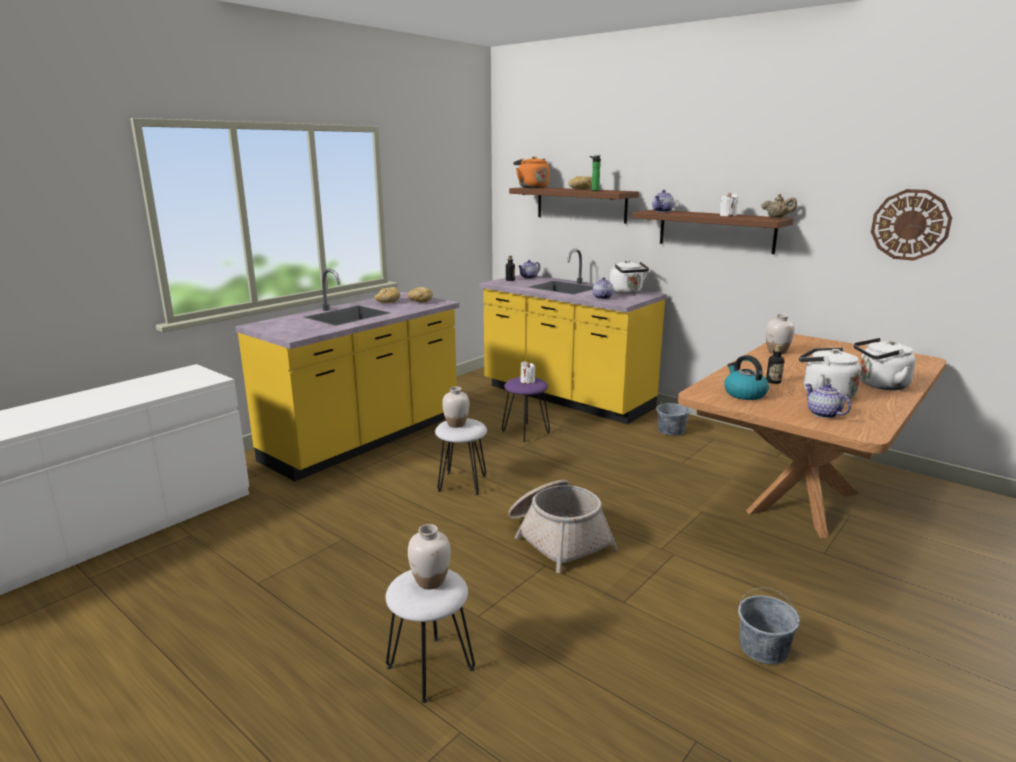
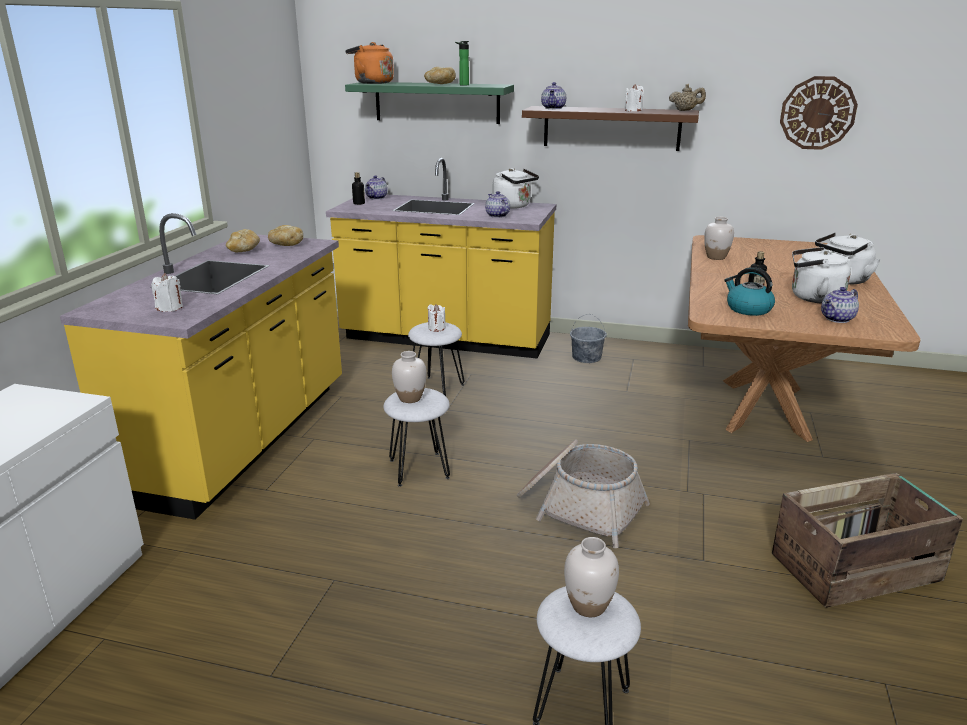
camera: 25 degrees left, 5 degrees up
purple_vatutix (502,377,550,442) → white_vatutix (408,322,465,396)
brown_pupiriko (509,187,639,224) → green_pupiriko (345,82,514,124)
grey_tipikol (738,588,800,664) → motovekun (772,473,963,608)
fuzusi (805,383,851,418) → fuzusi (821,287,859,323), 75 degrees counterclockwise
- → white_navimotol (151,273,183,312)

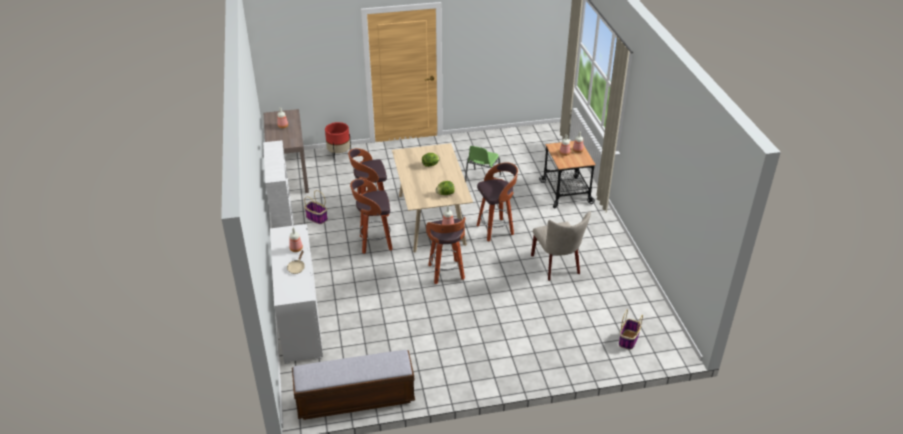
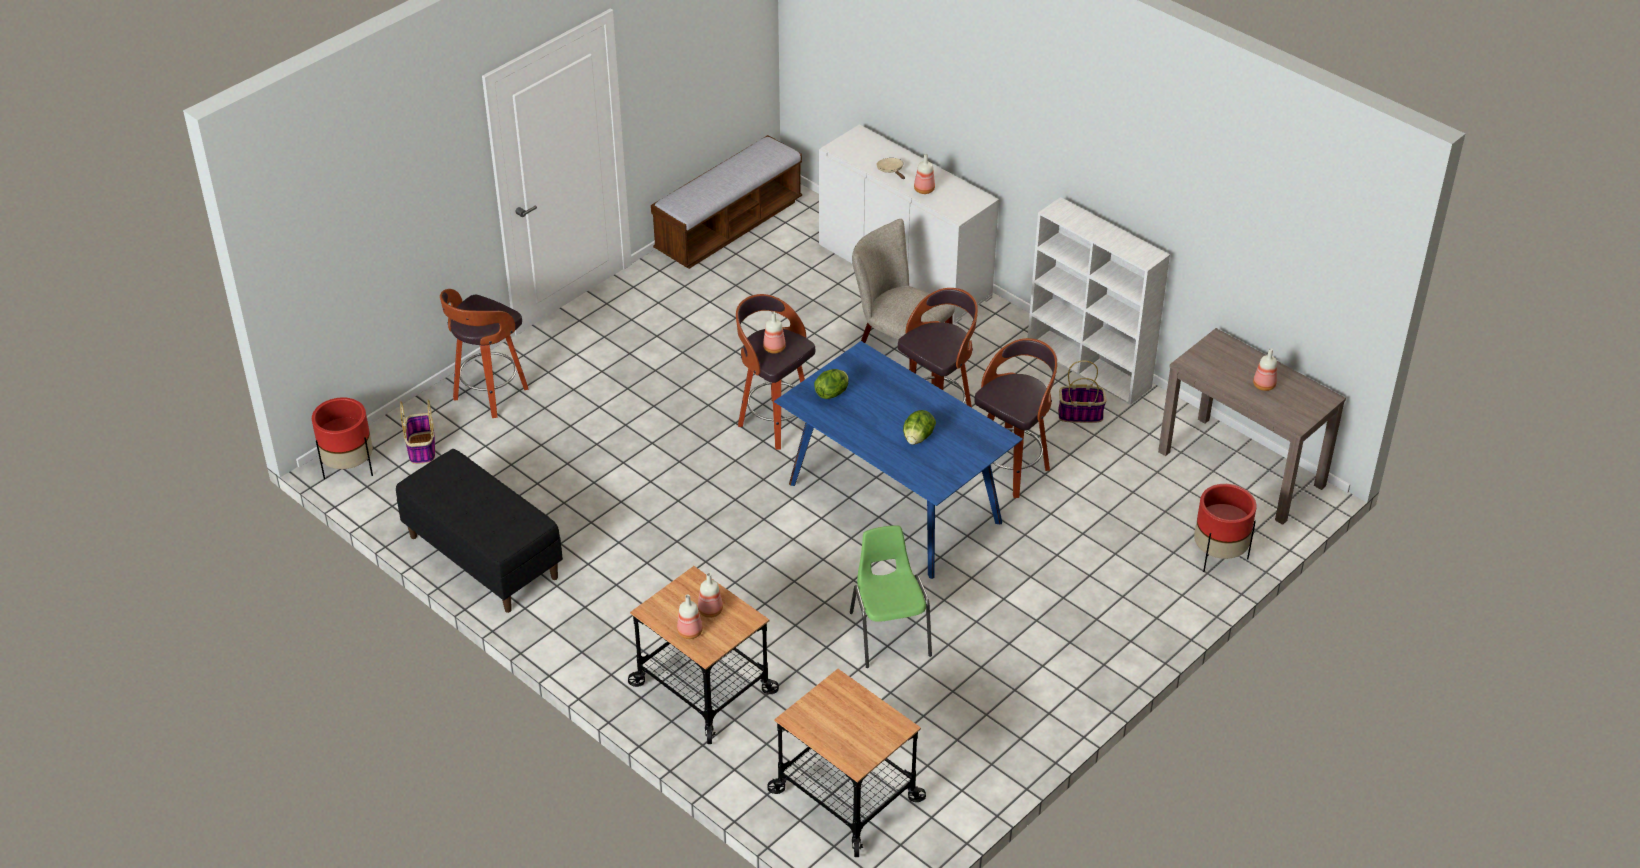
camera: 145 degrees right, 5 degrees up
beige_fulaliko (392,143,473,252) → blue_fulaliko (774,341,1023,579)
vatutix (477,162,518,242) → vatutix (440,289,529,418), moved
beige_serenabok (531,212,591,281) → beige_serenabok (852,219,955,374), moved
- → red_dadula (312,397,373,479)
- → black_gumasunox (396,449,563,613)
- → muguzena (768,669,926,857)

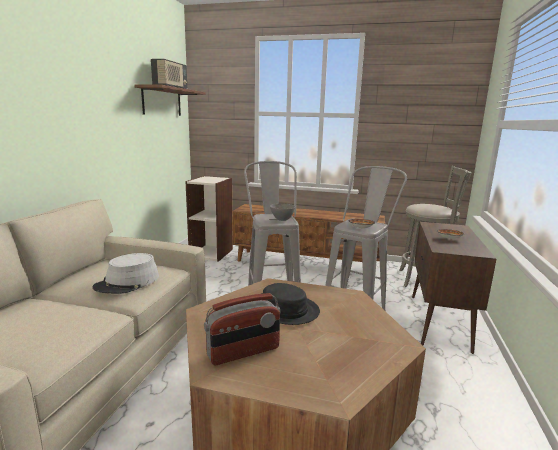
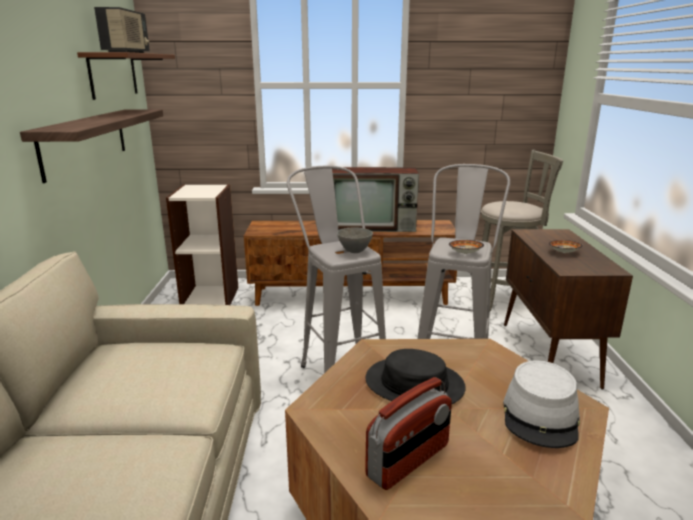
camera: 15 degrees left, 5 degrees up
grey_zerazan (92,253,159,294) → grey_zerazan (503,361,580,448), moved
- → pupiriko (20,110,163,183)
- → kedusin (332,167,419,232)

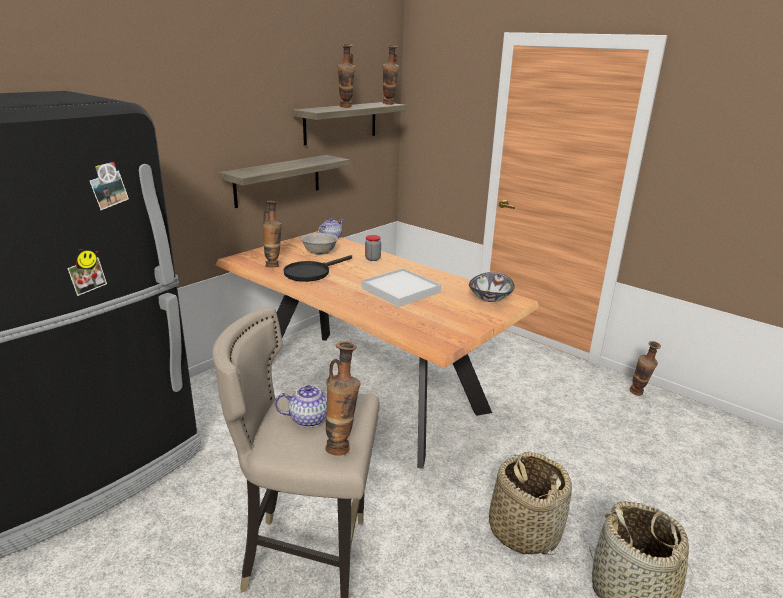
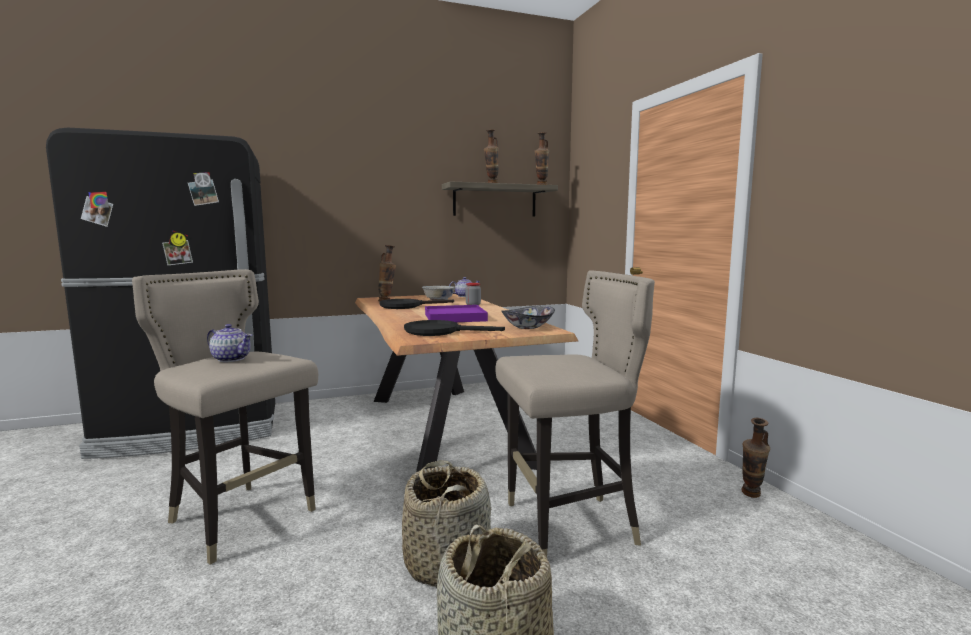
camera: 30 degrees right, 15 degrees down
pupiriko (219,155,350,208) → -
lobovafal (325,342,361,456) → -
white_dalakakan (361,268,441,307) → purple_dalakakan (425,305,488,322)
- → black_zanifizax (404,320,505,336)
- → beige_vatutix (495,270,655,557)

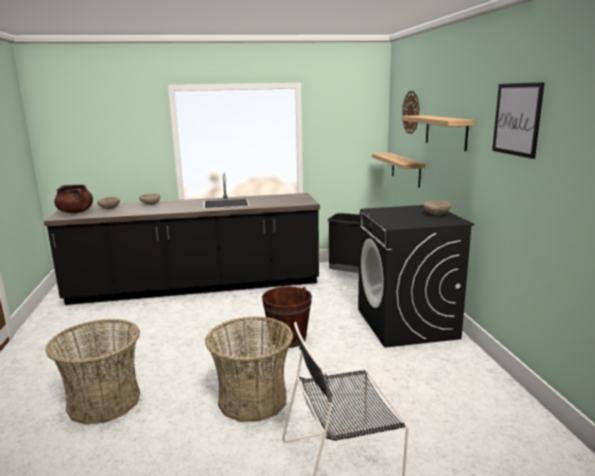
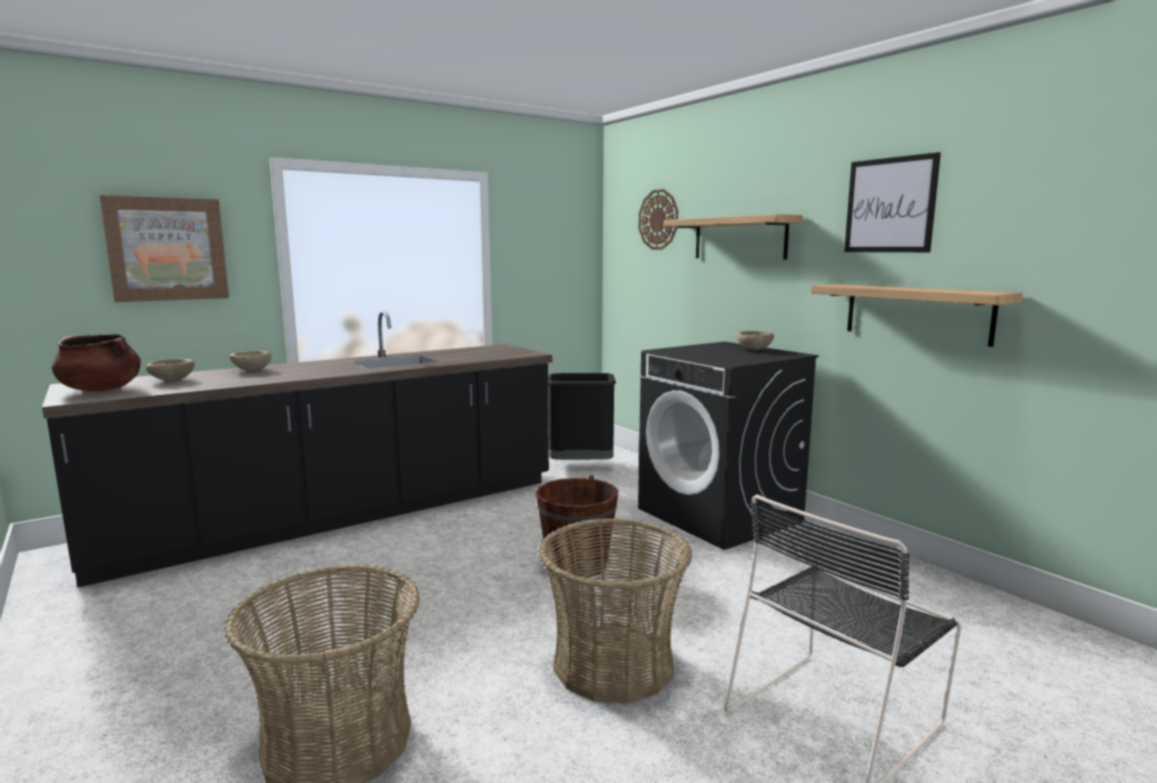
camera: 25 degrees left, 5 degrees down
pupiriko (372,153,425,187) → pupiriko (811,284,1023,347), moved
- → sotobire (100,195,229,302)

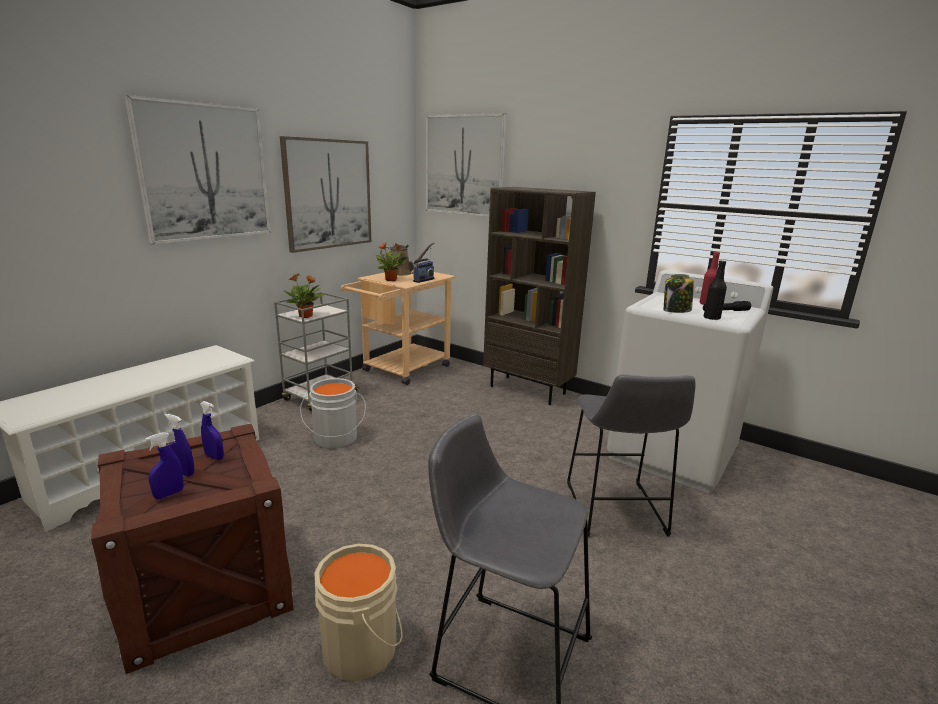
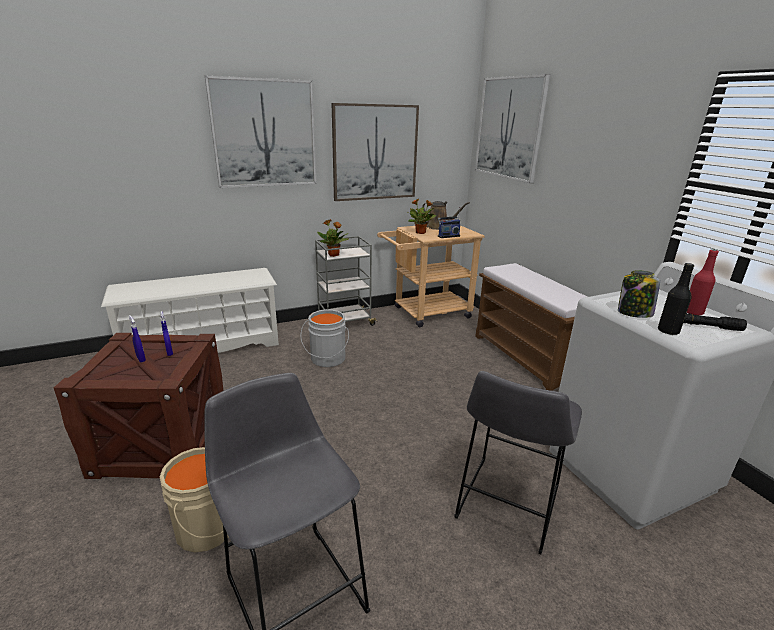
camera: 30 degrees right, 5 degrees up
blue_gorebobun (145,432,184,499) → -
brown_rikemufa (483,187,596,405) → brown_gumasunox (475,263,587,391)

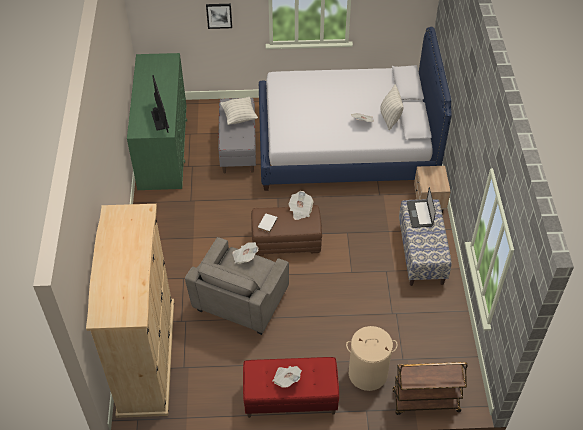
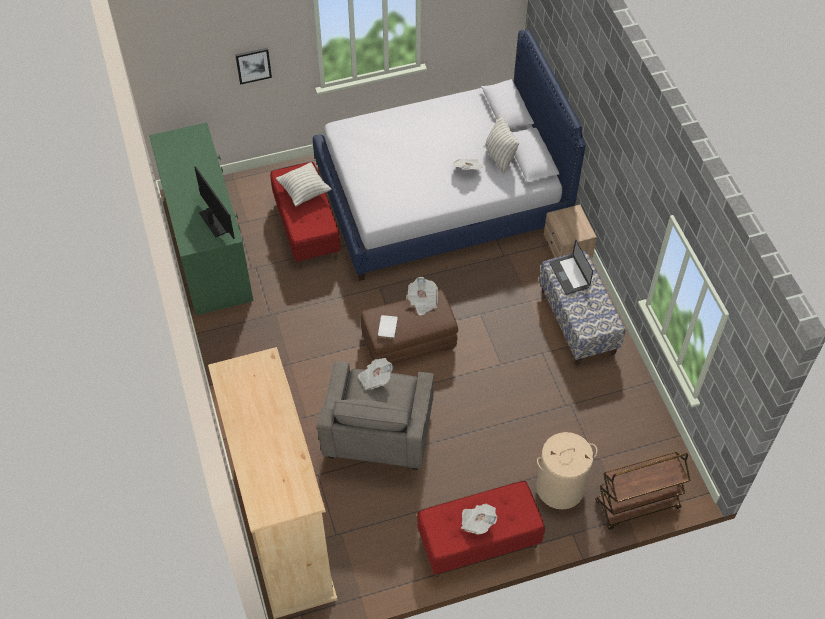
camera: 15 degrees left, 5 degrees up
grey_gumasunox (218,98,256,173) → red_gumasunox (270,162,341,268)

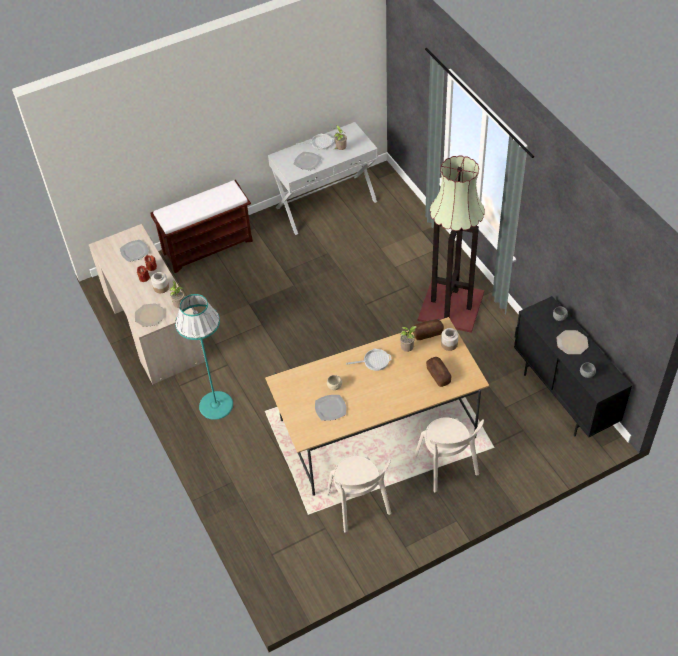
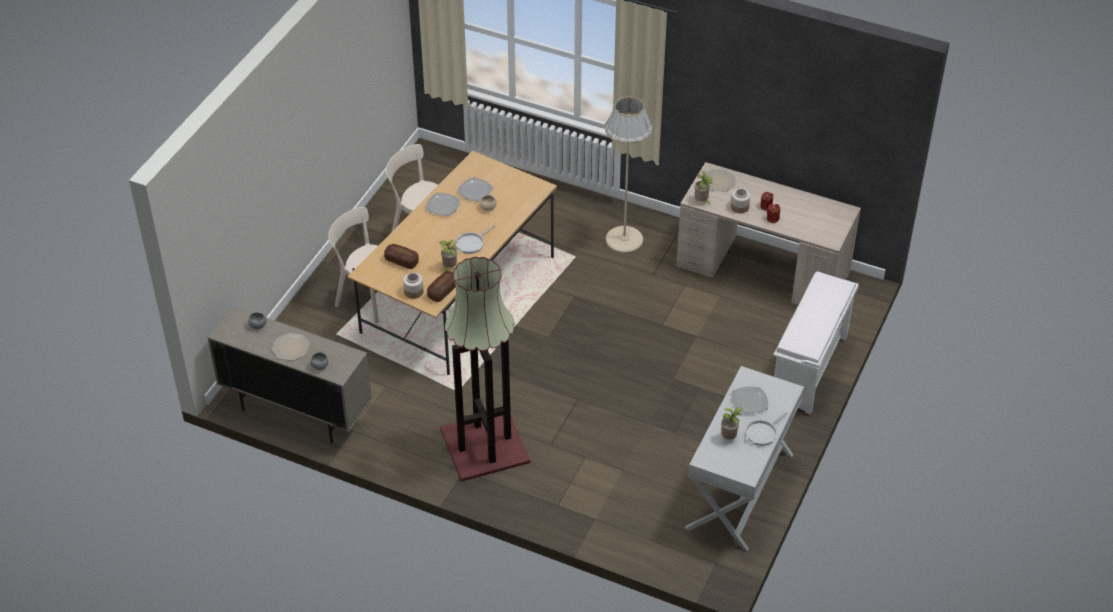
camera: 140 degrees right, 5 degrees down
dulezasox (120,240,149,262) → dulezasox (425,193,460,216), moved
brown_gumasunox (151,180,253,273) → white_gumasunox (773,271,859,415)
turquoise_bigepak (175,294,233,420) → beige_bigepak (605,97,652,252)
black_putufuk (514,296,632,437) → beige_putufuk (207,306,372,444)

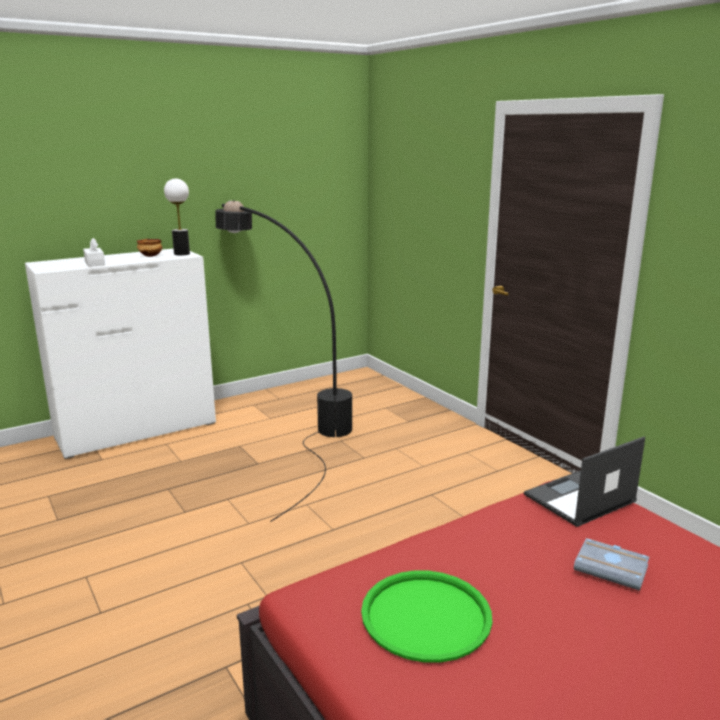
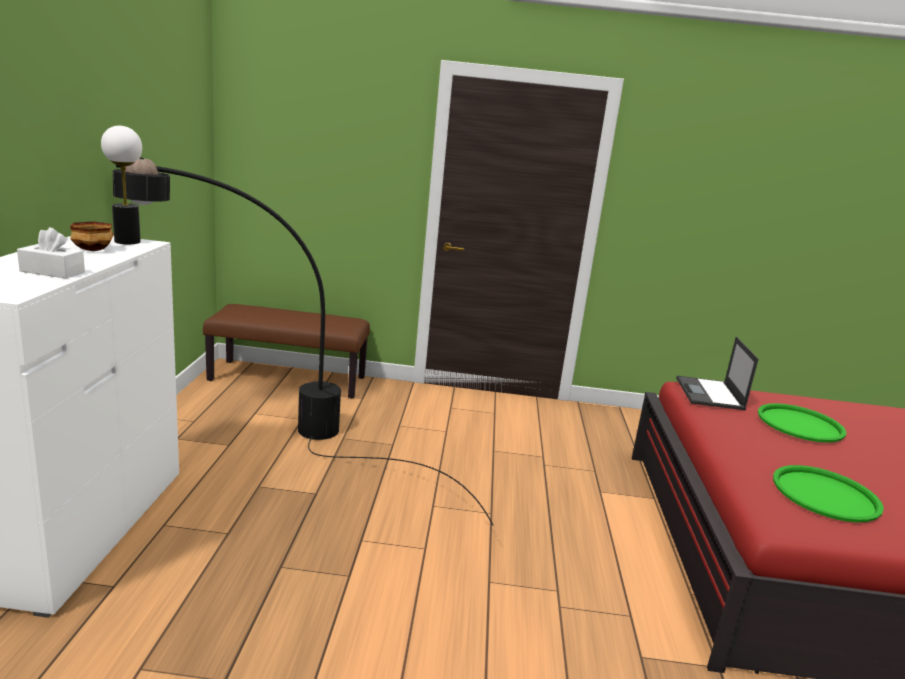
camera: 55 degrees left, 0 degrees up
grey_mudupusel (574,538,649,591) → green_dalakakan (758,403,846,443)
- → brown_gumasunox (203,304,370,398)

